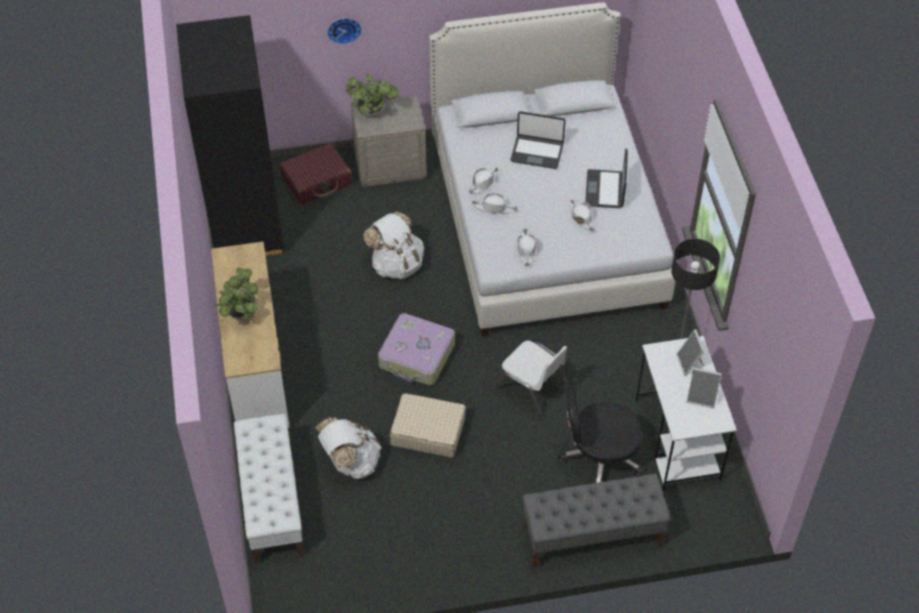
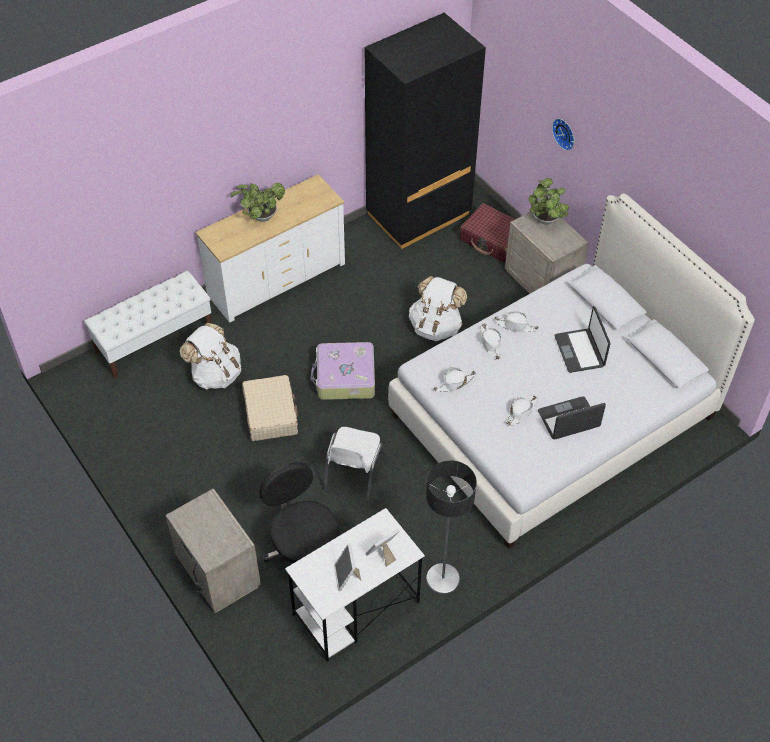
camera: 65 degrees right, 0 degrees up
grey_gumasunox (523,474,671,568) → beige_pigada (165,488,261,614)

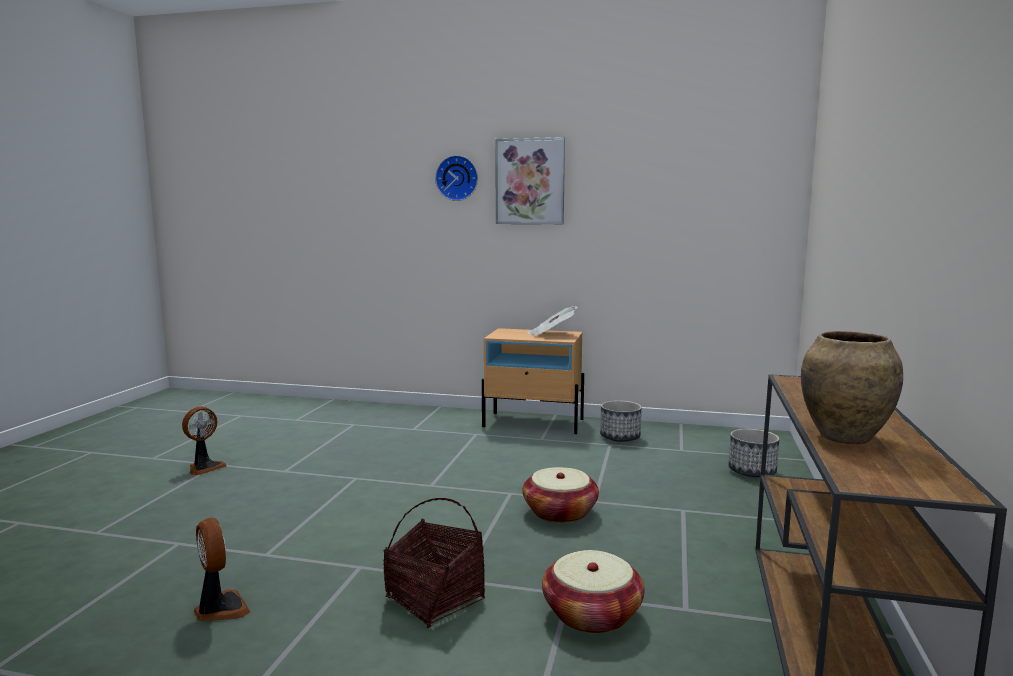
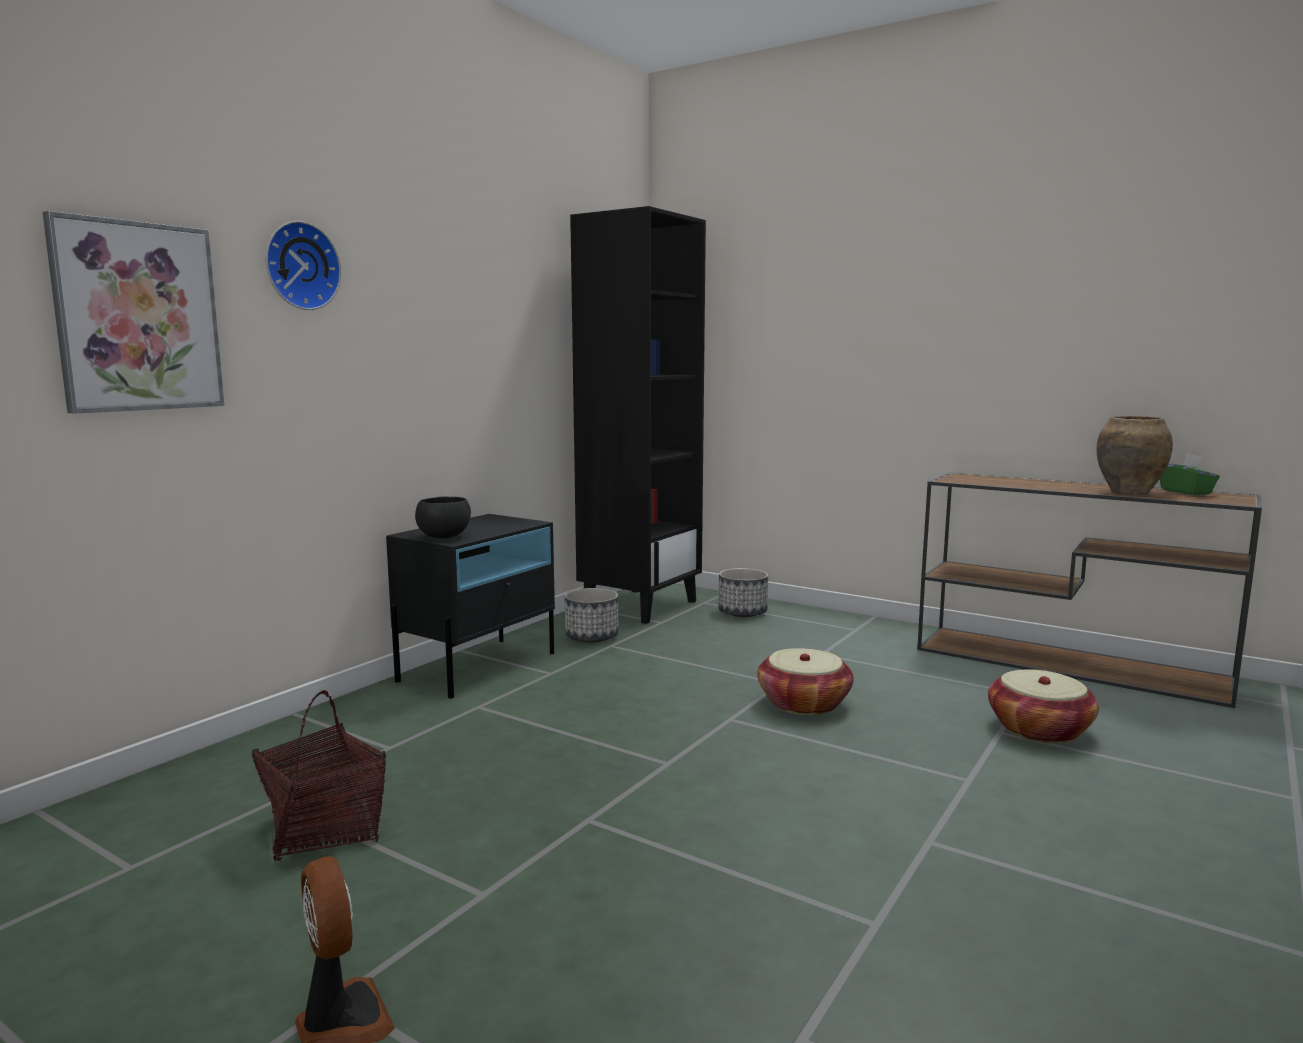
camera: 70 degrees left, 0 degrees up
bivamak (194,518,251,621) → -
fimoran (383,498,485,628) → fimoran (252,690,386,860), moved
beige_pigada (482,328,584,434) → black_pigada (386,514,555,698)
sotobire (495,137,565,224) → sotobire (43,211,224,414), moved
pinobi (527,306,578,335) → -
- → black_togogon (415,496,471,538)
- → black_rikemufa (570,206,706,624)
- → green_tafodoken (1159,454,1220,495)

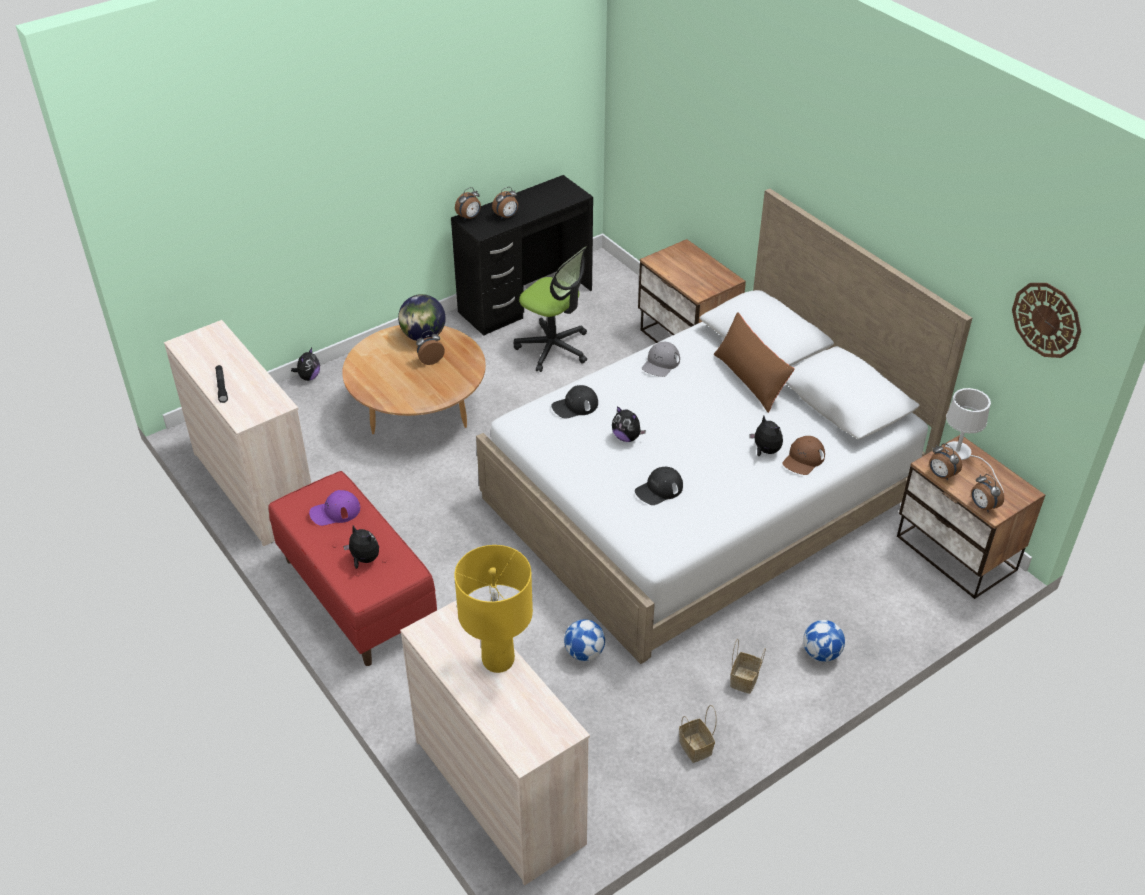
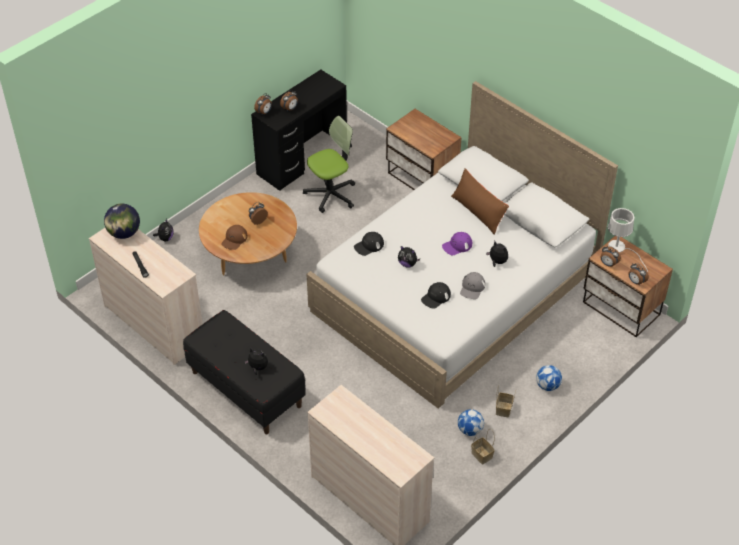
camera: 10 degrees left, 5 degrees up
red_gumasunox (268,471,437,666) → black_gumasunox (183,310,306,434)
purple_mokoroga (309,490,360,526) → purple_mokoroga (442,232,472,255), moved
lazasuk (398,294,446,341) → lazasuk (104,204,140,239), moved
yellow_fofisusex (454,545,533,673) → -
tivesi (514,247,587,372) → tivesi (303,116,355,213), 60 degrees counterclockwise
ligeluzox (564,619,605,661) → ligeluzox (458,409,484,436), moved
grey_mokoroga (642,342,680,377) → grey_mokoroga (460,272,485,299), moved
brown_mokoroga (782,436,825,475) → brown_mokoroga (221,225,248,250), moved
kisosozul (1012,283,1081,358) → -

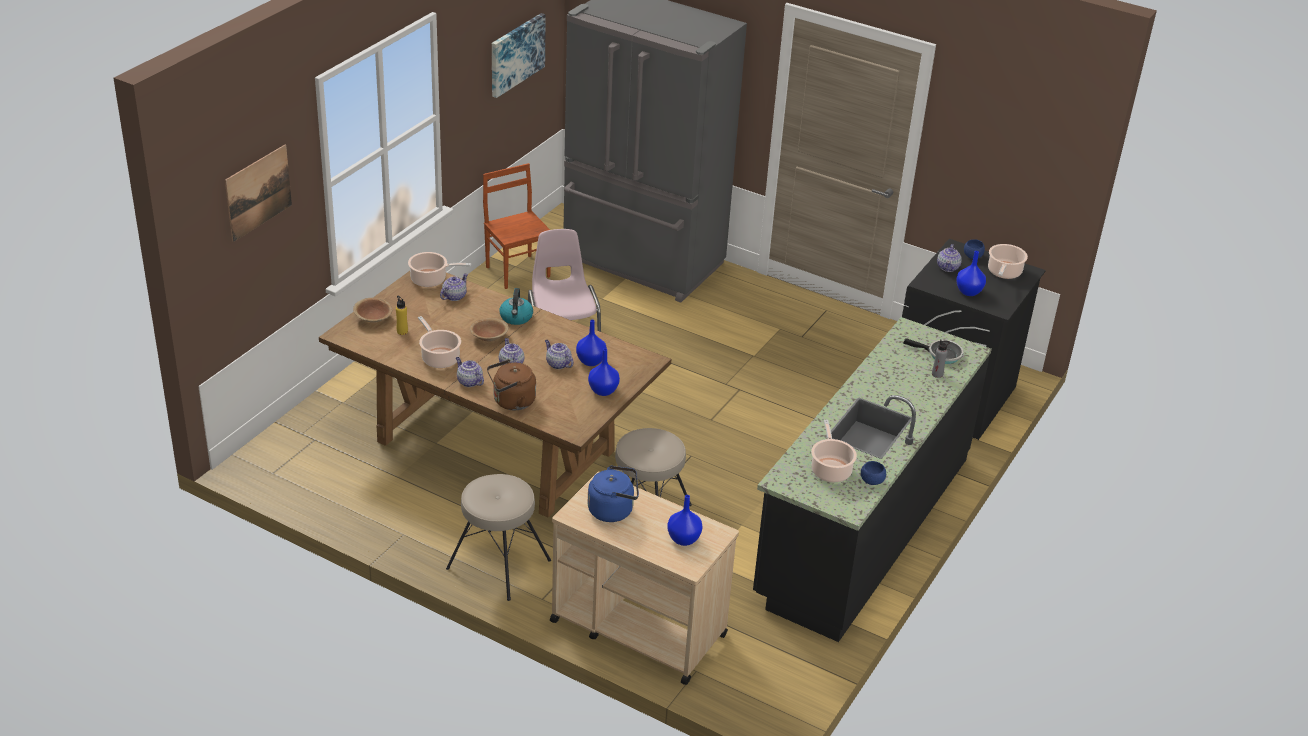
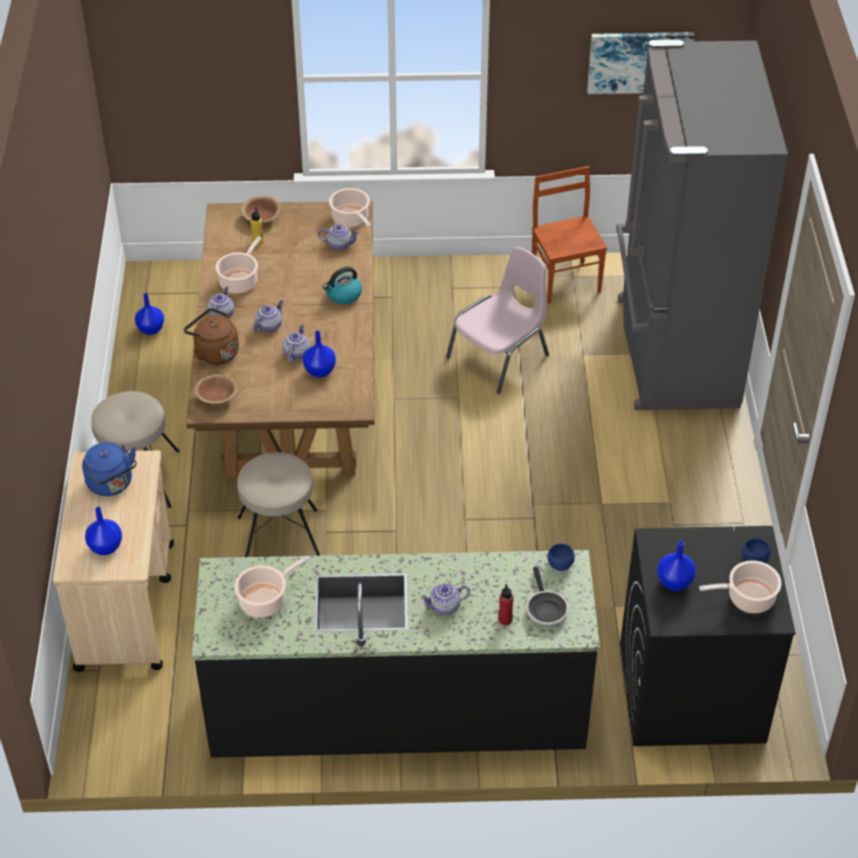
camera: 60 degrees right, 10 degrees up
sotobire (225,145,292,242) → -
brown_togogon (470,318,509,342) → brown_togogon (194,375,238,404), moved
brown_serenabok (483,163,551,289) → brown_serenabok (532,166,607,304), 45 degrees counterclockwise
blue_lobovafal (588,348,620,396) → blue_lobovafal (135,293,164,335), moved
blue_togogon (861,461,886,485) → blue_togogon (547,543,575,571), moved
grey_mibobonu (932,339,950,378) → red_mibobonu (498,584,514,625)
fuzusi (937,244,962,272) → fuzusi (420,583,470,615), moved

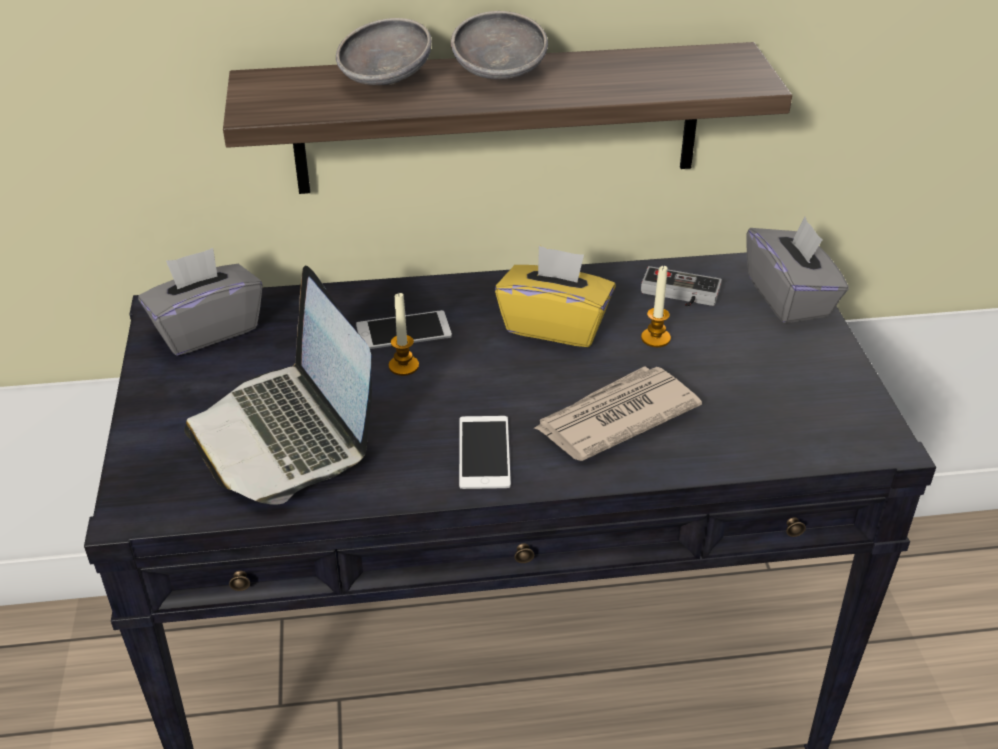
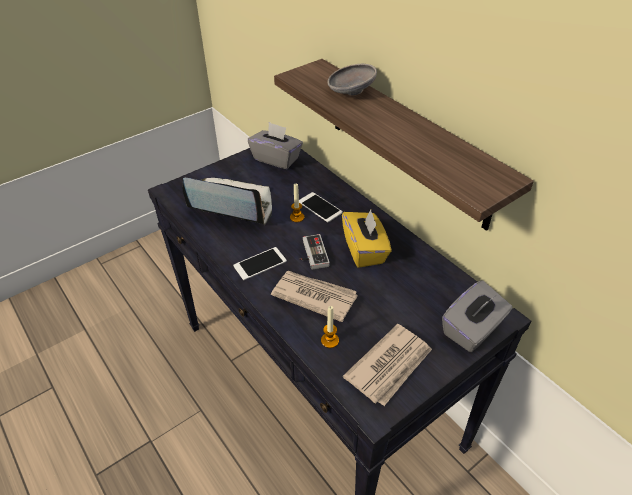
camera: 60 degrees right, 5 degrees up
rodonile (184,266,372,505) → rodonile (182,178,272,225), 75 degrees clockwise
grey_togogon (451,11,548,80) → -
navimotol (641,265,671,347) → navimotol (321,306,339,348), moved
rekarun (641,266,722,307) → rekarun (300,234,330,270), moved
- → pinobi (343,324,432,406)

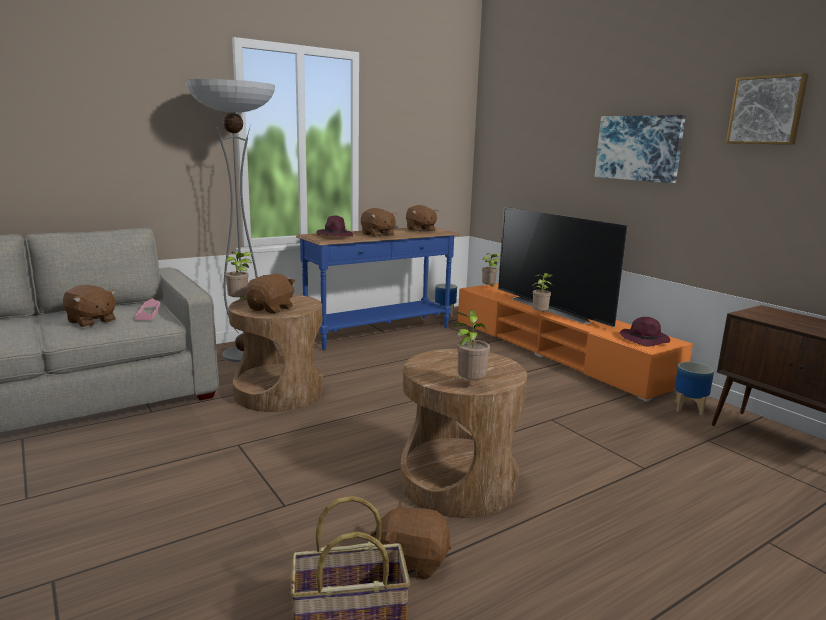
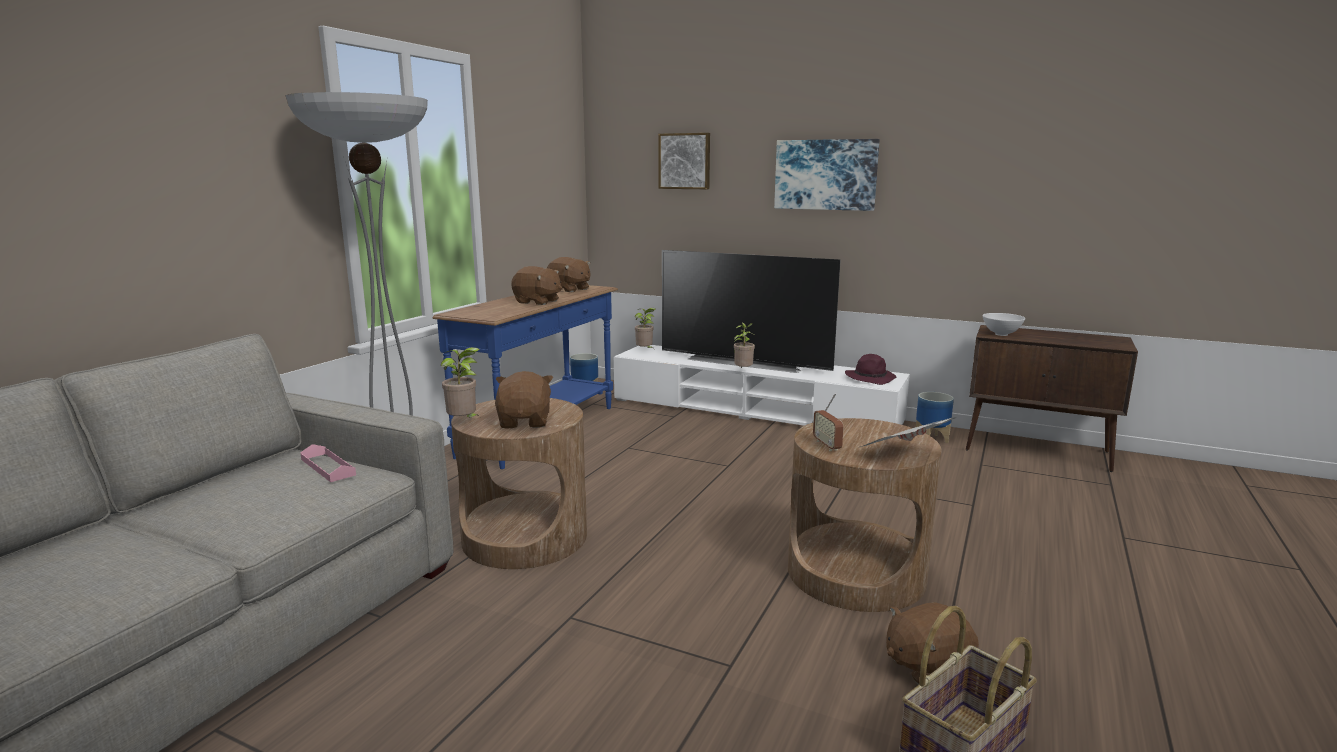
camera: 30 degrees left, 0 degrees up
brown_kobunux (63,285,117,327) → -
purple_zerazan (316,216,353,237) → -
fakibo (453,309,490,380) → pinobi (861,418,955,447)
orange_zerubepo (458,283,693,402) → white_zerubepo (614,345,910,426)
sotobire (726,73,809,145) → sotobire (658,133,710,189), moved
- → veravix (813,393,844,451)
- → white_togogon (982,313,1025,336)

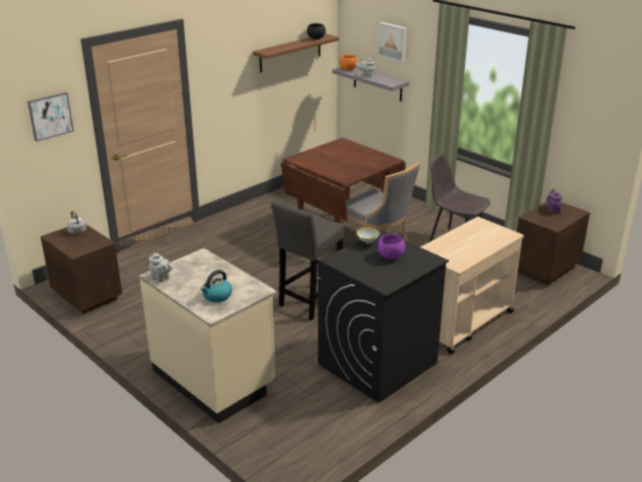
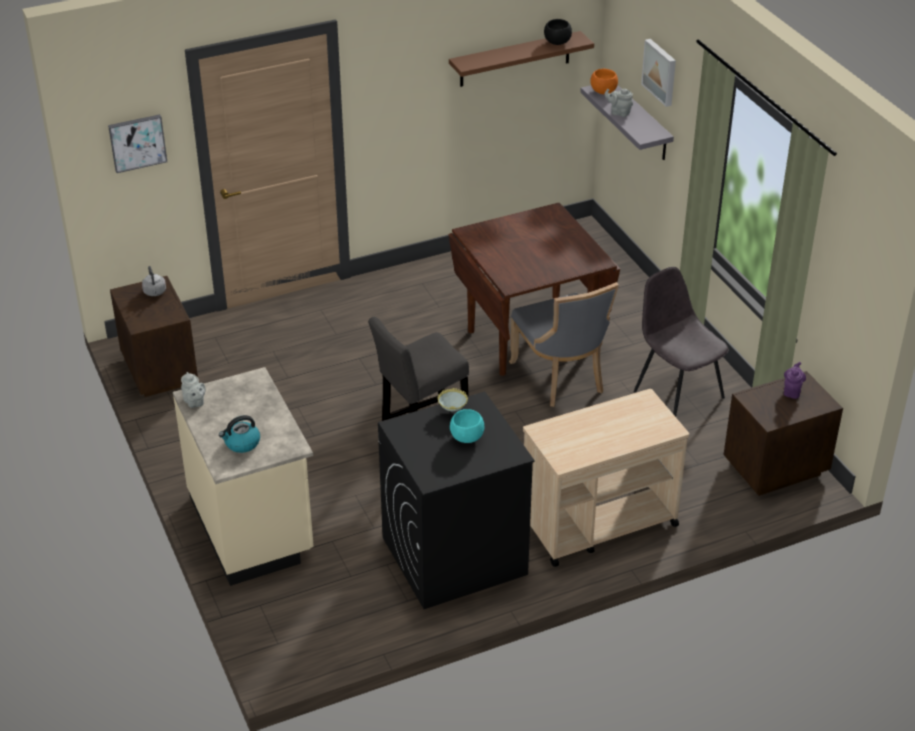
camera: 20 degrees right, 10 degrees up
purple_togogon (378,234,405,259) → turquoise_togogon (450,409,484,443)

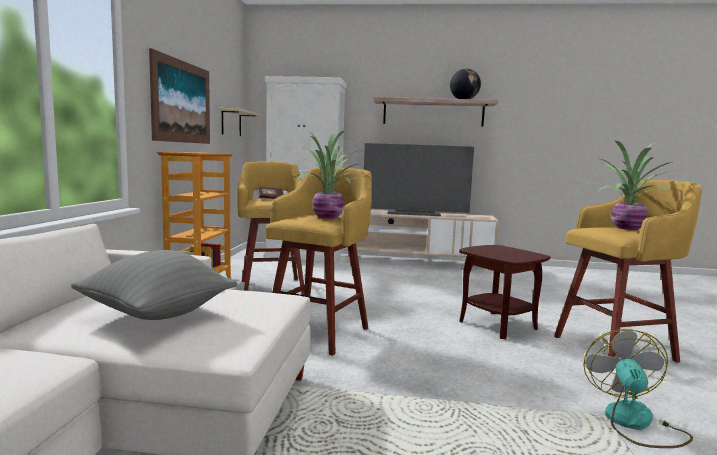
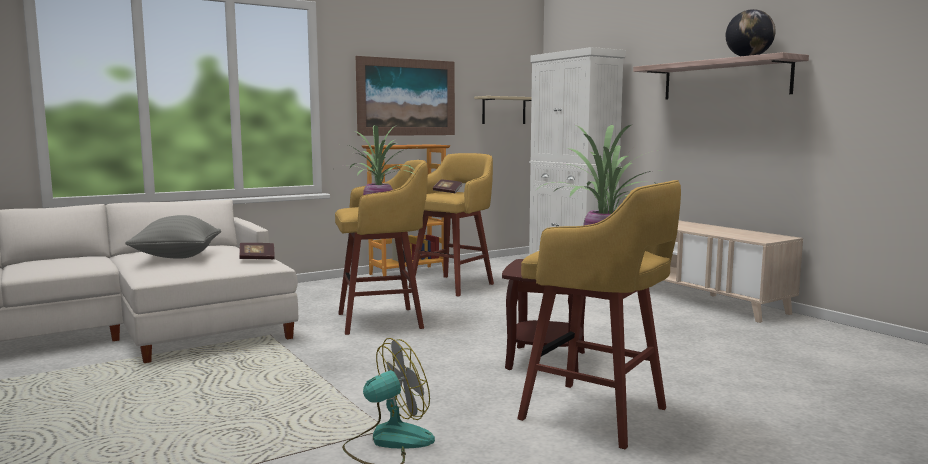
camera: 50 degrees right, 0 degrees up
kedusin (364,143,474,216) → -
- → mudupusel (239,243,275,259)

